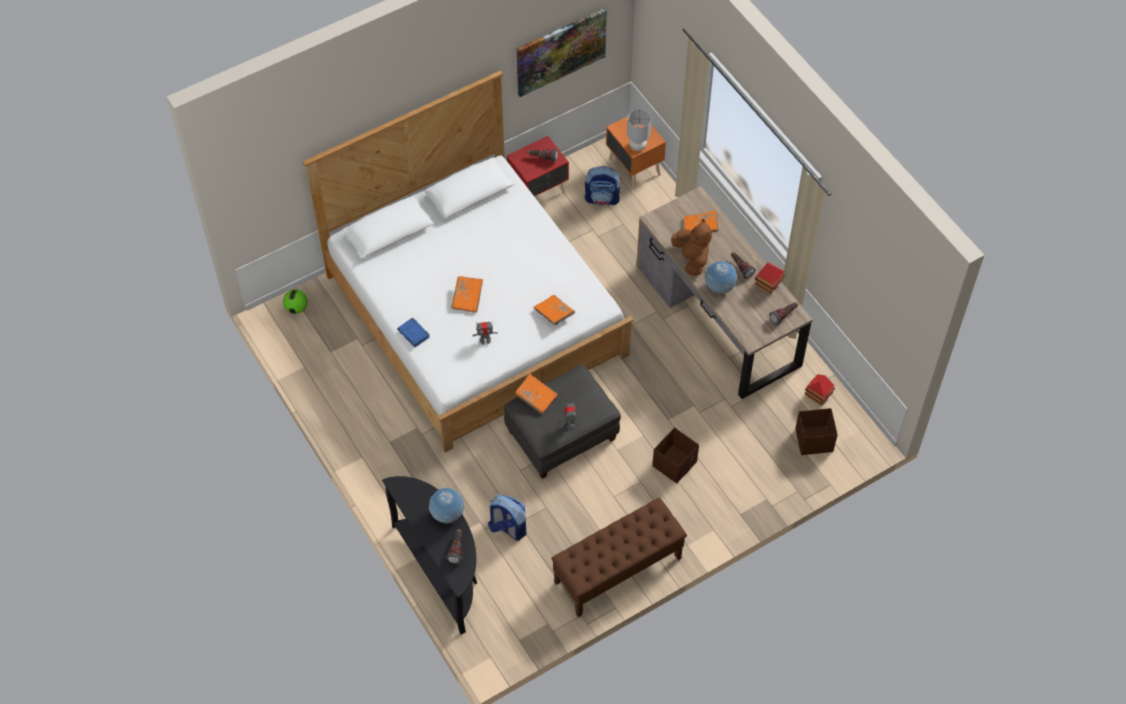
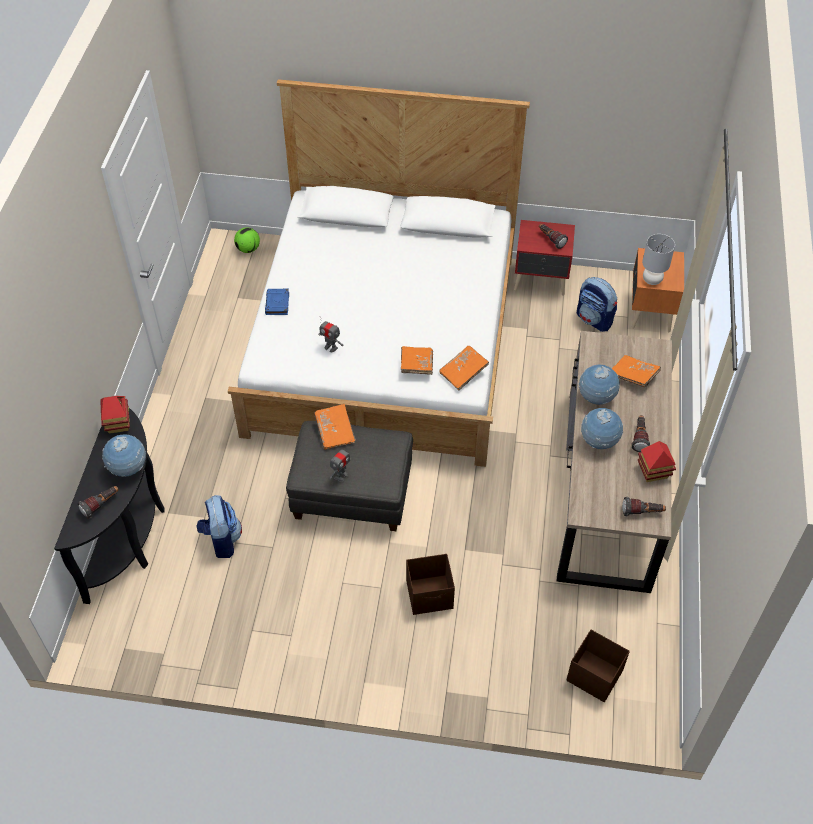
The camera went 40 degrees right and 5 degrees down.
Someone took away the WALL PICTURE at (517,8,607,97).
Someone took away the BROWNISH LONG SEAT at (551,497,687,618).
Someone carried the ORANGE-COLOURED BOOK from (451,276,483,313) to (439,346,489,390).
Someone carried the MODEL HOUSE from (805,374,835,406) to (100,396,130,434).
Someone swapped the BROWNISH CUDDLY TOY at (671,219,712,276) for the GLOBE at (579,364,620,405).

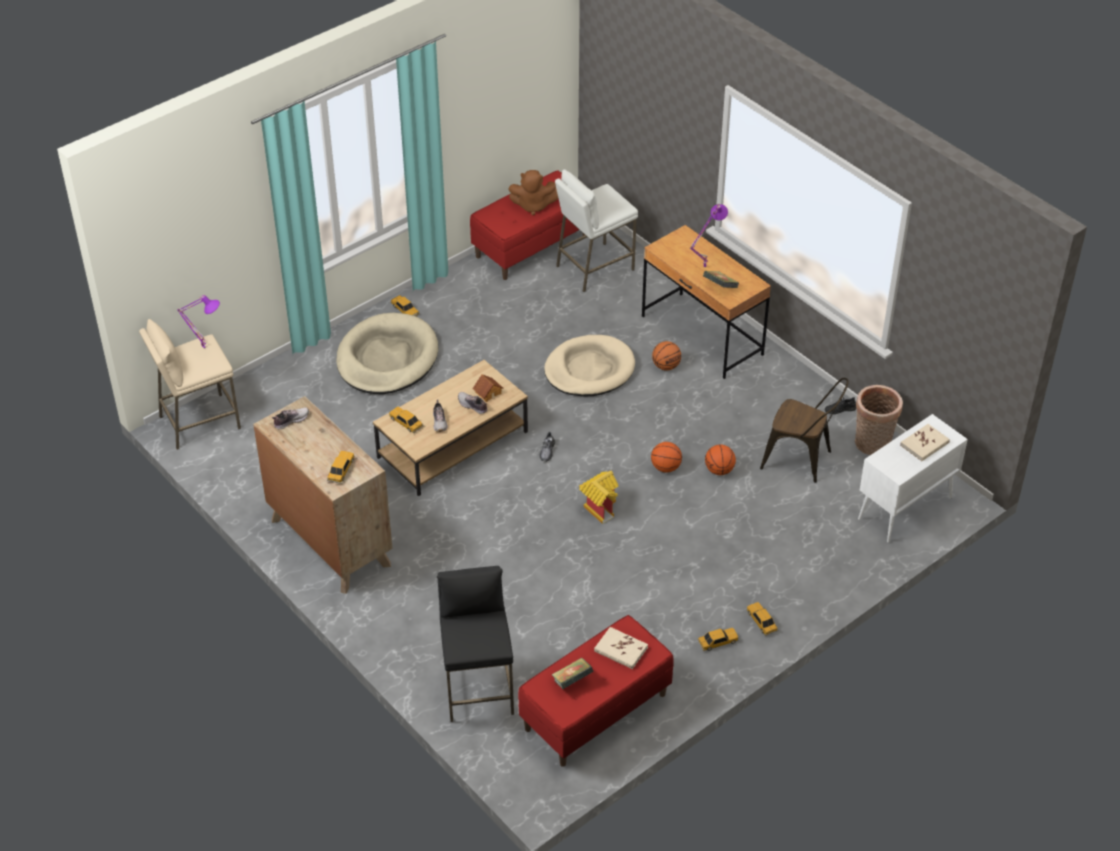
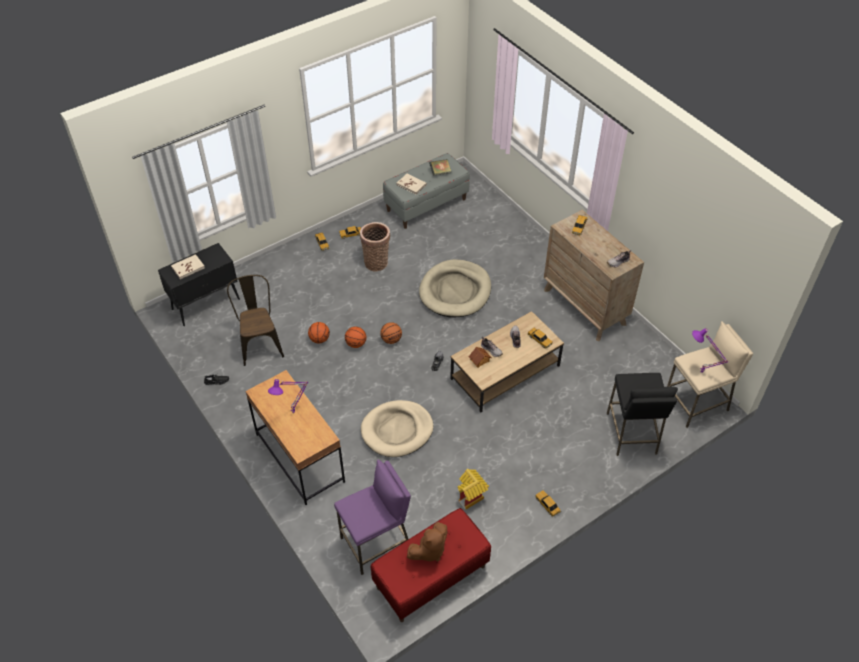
The camera went 175 degrees left and 5 degrees up.
Someone took away the BOOK at (703,271,739,288).
Someone carried the BEIGE-COLOURED DOG CUSHION from (336,313,438,394) to (419,259,491,317).
Someone carried the BLACKISH STOOL SEAT from (437,566,514,722) to (607,373,678,456).
Someone carried the MODEL HOUSE from (579,471,618,524) to (458,469,489,510).
Someone carried the BASKETBALL from (652,341,681,371) to (380,322,402,344).
Someone carried the STORAGE BASKET from (855,385,903,455) to (360,222,390,272).
Someone repainted the RED-COLOURED LONG SEAT at (518,615,674,767), which became the GREY LONG SEAT at (383,153,470,229).
Someone repainted the WHITISH STOOL SEAT at (555,169,638,292), which became the PURPLISH STOOL SEAT at (334,460,411,575).
Someone repainted the WHITISH CABINET at (858,414,968,543), which became the BLACKISH CABINET at (158,243,240,326).
Someone rotated the BROWNISH CUDDLY TOY at (508,170,558,215) by 135 degrees clockwise.
Someone rotated the BROWNISH UPRIGHT CHAIR at (760,378,849,483) by 45 degrees clockwise.

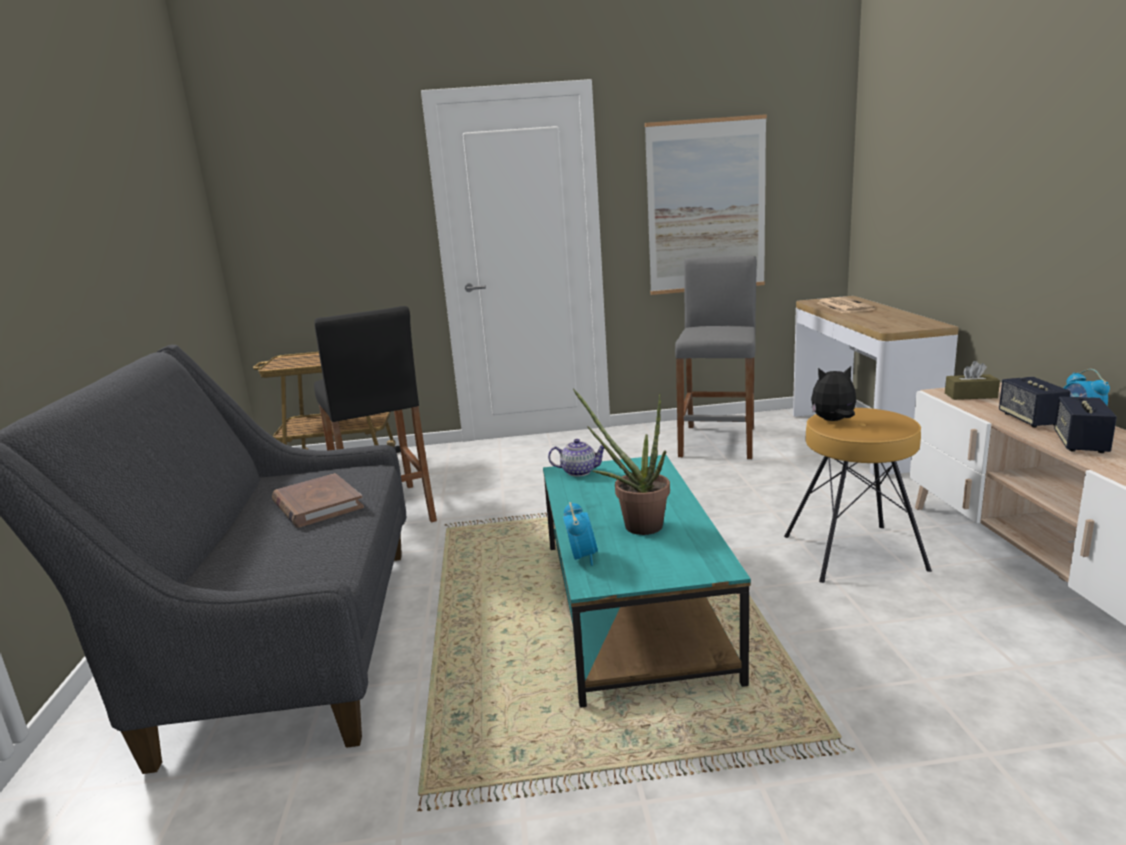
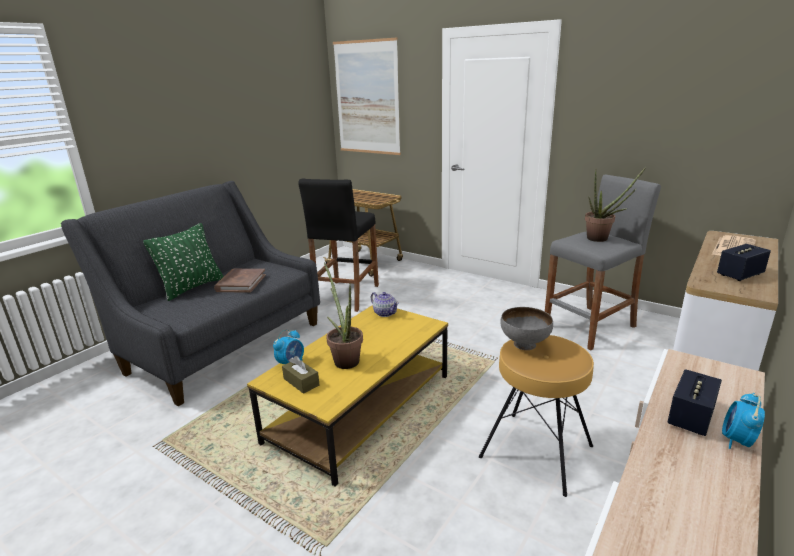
The camera went 40 degrees right and 5 degrees up.
Someone put down the GREEN THROW PILLOW at (143,223,224,301).
Someone put down the PLANT IN A POT at (585,167,646,242).
Someone carried the WALL PICTURE from (645,114,767,295) to (333,38,401,155).
Someone carried the BROWNISH BOX OF TISSUES from (945,361,1000,400) to (282,356,320,394).
Someone carried the SPEAKER from (1054,396,1117,453) to (717,244,771,281).
Someone swapped the CUDDLY TOY at (811,366,856,421) for the GREY BOWL at (500,307,553,350).
Someone repainted the TURQUOISE-COLOURED LOUNGE TABLE at (543,455,751,708), which became the YELLOWISH LOUNGE TABLE at (247,305,448,486).

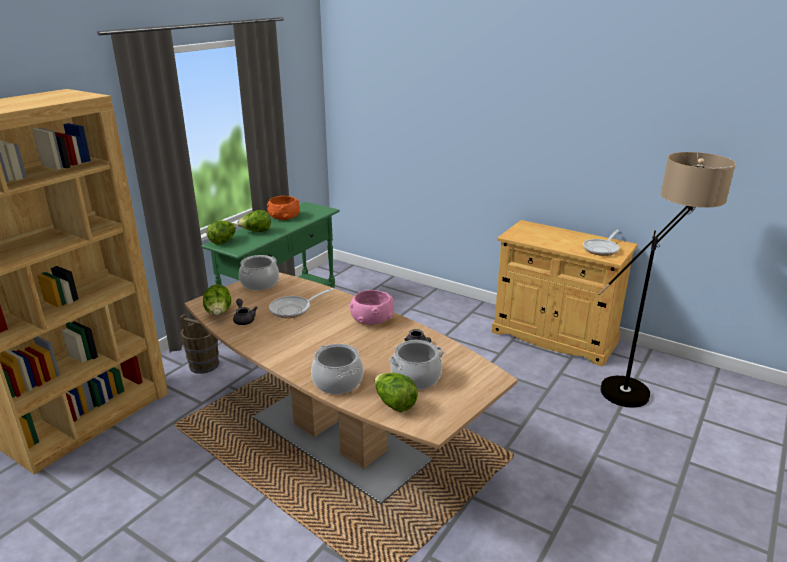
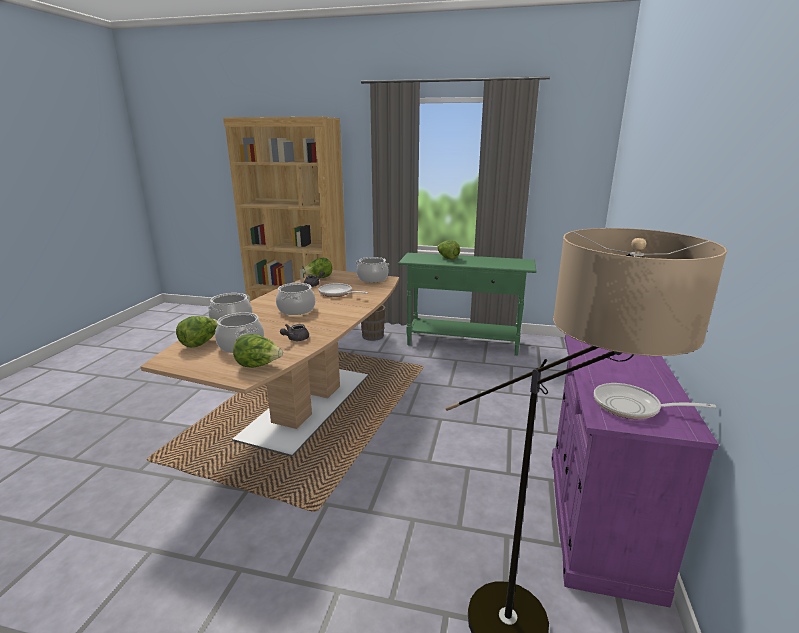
The camera went 70 degrees right and 5 degrees down.
Someone took away the ORANGE-COLOURED BOWL at (267,196,300,220).
Someone took away the PINKISH BOWL at (350,290,394,325).
Someone put down the SAUCEPOT at (276,283,316,315).
Someone carried the LETTUCE HEAD from (206,220,236,244) to (233,334,283,368).
Someone repainted the BEIGE-COLOURED CABINET at (492,220,638,366), which became the PURPLISH CABINET at (551,335,719,607).

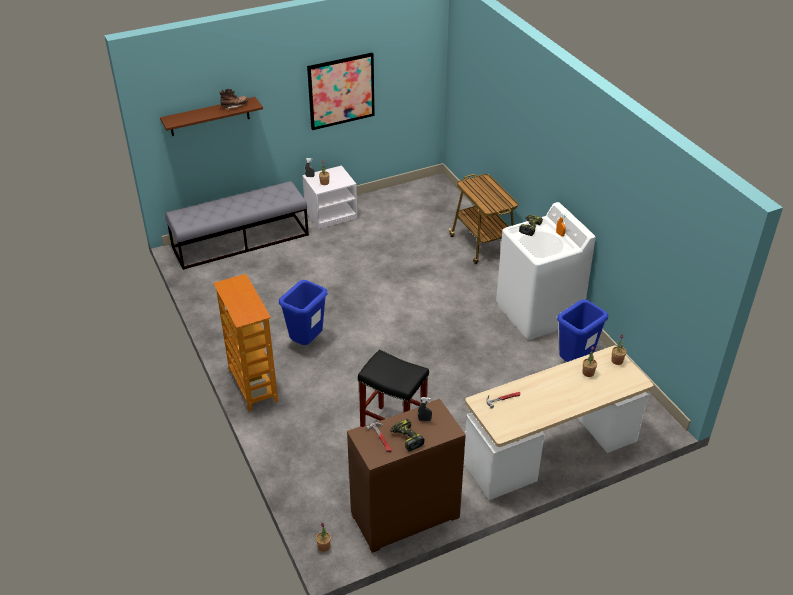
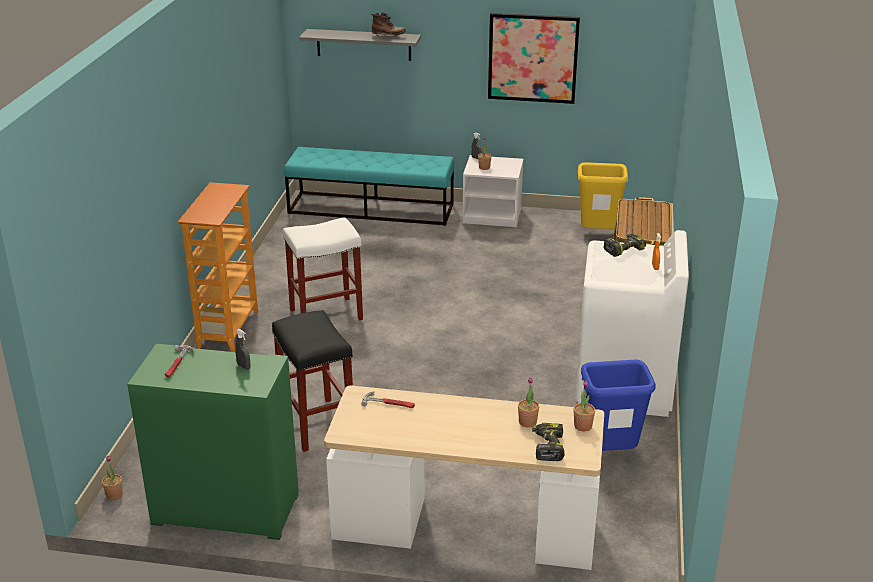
The camera went 35 degrees right and 10 degrees down.
Someone put down the YELLOWISH TRASH CAN at (578,162,628,229).
Someone carried the POWER DRILL from (390,419,425,451) to (532,423,565,461).
Someone swapped the BLUE TRASH CAN at (279,280,327,345) for the WHITISH STOOL SEAT at (283,217,363,320).
Someone repainted the BROWNISH SHELF at (160,97,263,136), which became the GREY SHELF at (299,29,421,61).
Someone repainted the GREY LONG SEAT at (165,181,309,270), which became the TURQUOISE-COLOURED LONG SEAT at (284,147,455,226).
Someone repainted the BROWNISH CABINET at (347,399,466,553), which became the GREEN CABINET at (127,344,299,540).

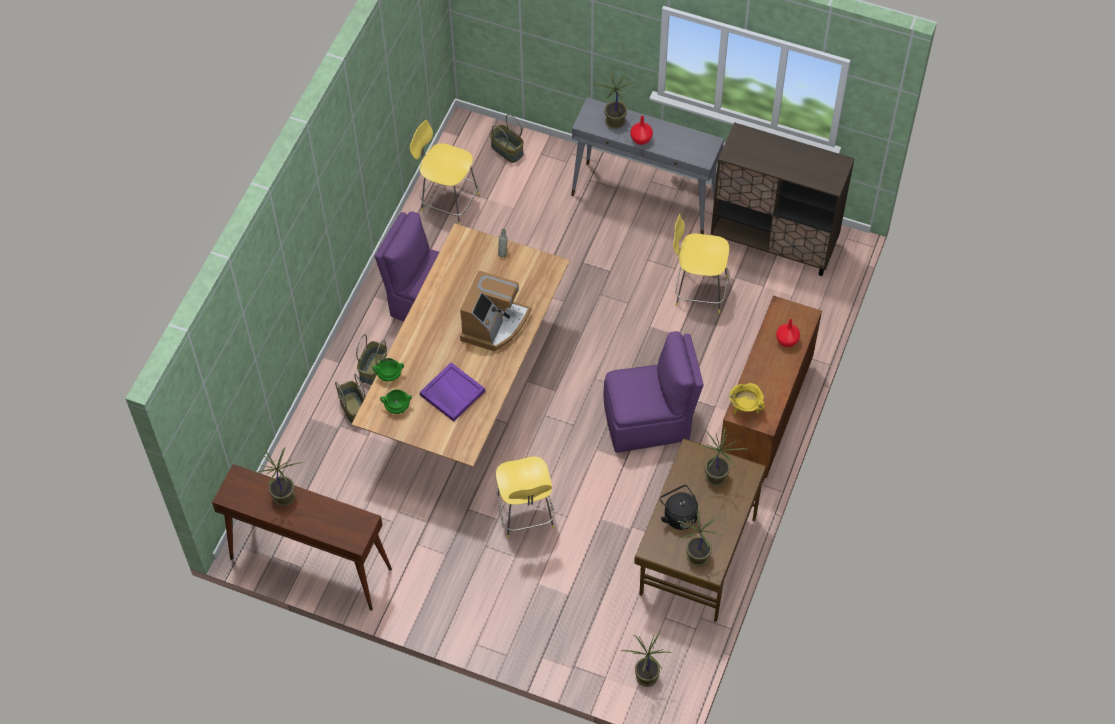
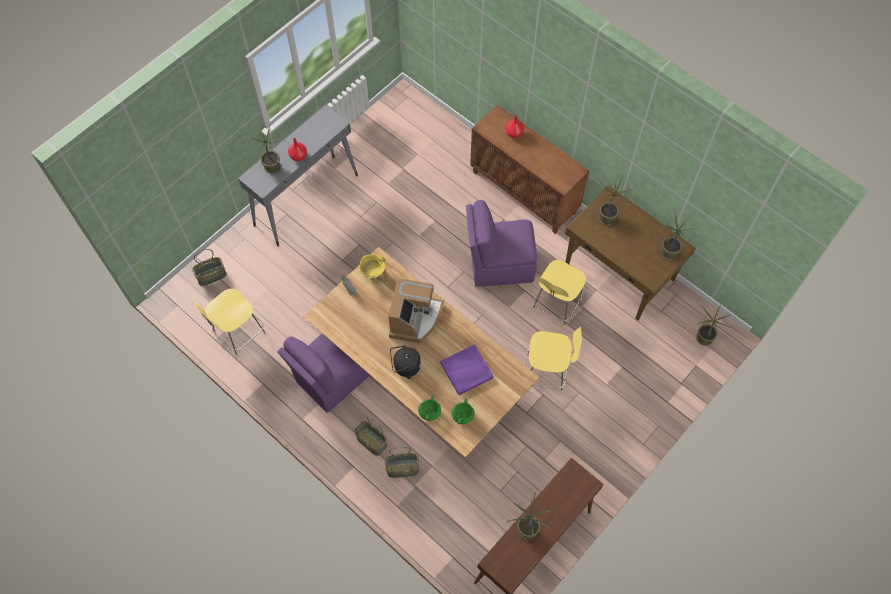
The camera went 70 degrees left and 5 degrees up.
Someone took away the BROWNISH CABINET at (711,122,855,276).
Someone carried the BLACKISH TEA KETTLE from (660,485,698,530) to (390,345,421,379).
Someone carried the YELLOWISH STOOL SEAT from (673,214,730,313) to (532,260,586,328).
Someone carried the YELLOWISH SAUCEPOT from (729,383,765,414) to (359,254,385,284).
Someone rotated the COFFEE MACHINE at (460,271,532,351) by 60 degrees clockwise.
Someone rotated the PURPLISH UPRIGHT CHAIR at (604,331,704,453) by 105 degrees counterclockwise.

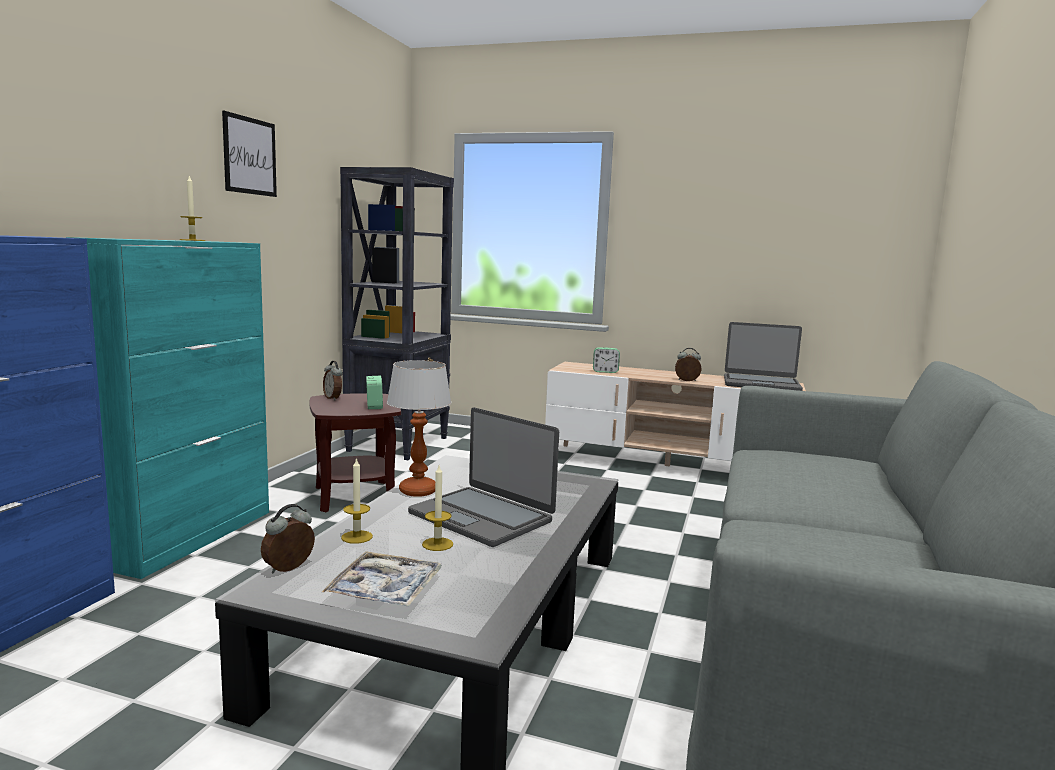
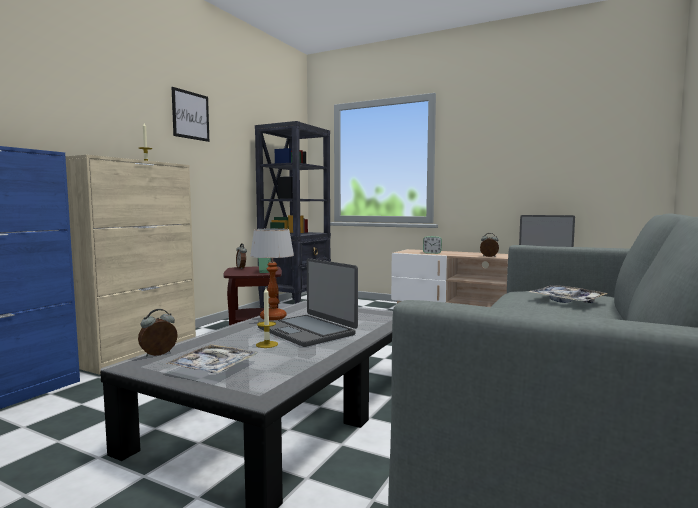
The camera went 10 degrees right and 5 degrees down.
Someone took away the WAX CANDLE at (341,458,373,544).
Someone put down the TRAY at (529,285,608,303).
Someone repainted the TURQUOISE-COLOURED CABINET at (66,237,269,579), which became the BEIGE-COLOURED CABINET at (65,155,196,375).

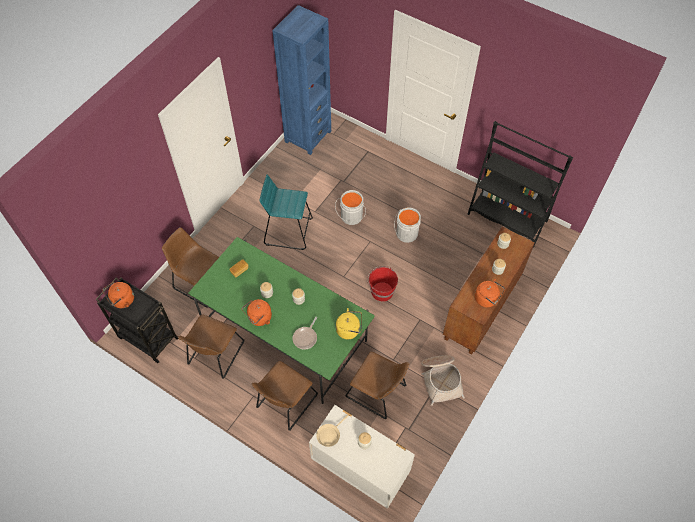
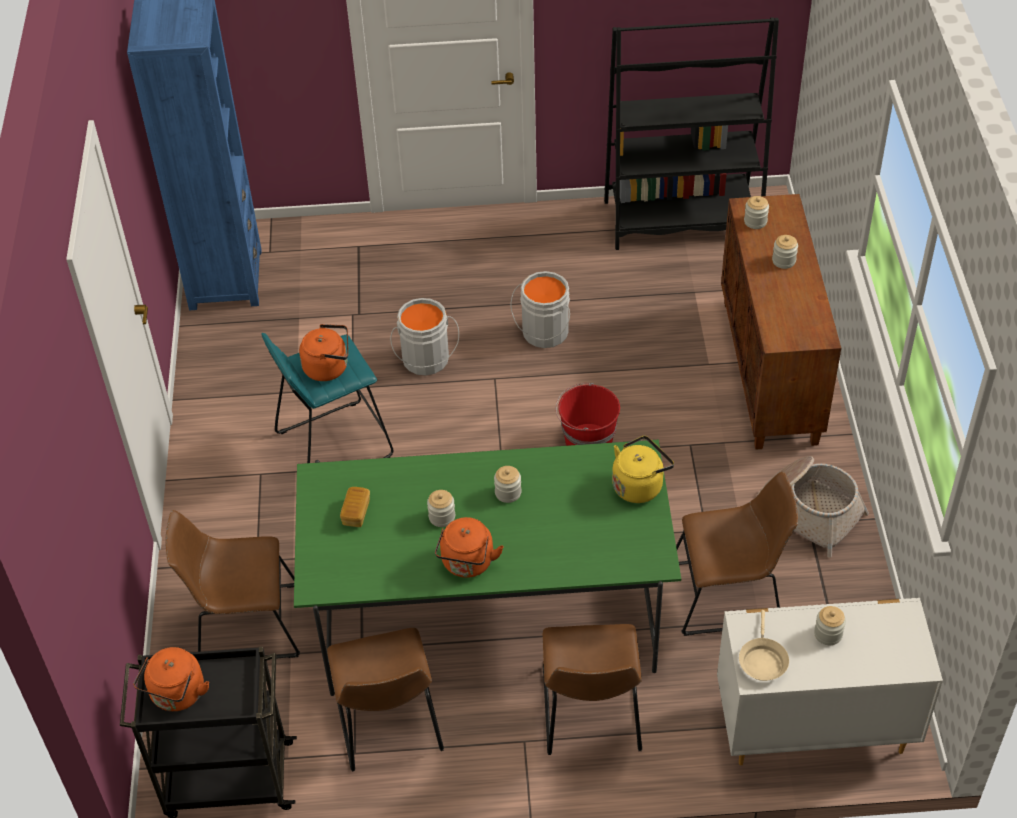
The camera went 35 degrees left and 10 degrees down.
Someone took away the SKILLET at (293,317,317,350).
Someone carried the ORANGE-COLOURED TEA KETTLE from (475,279,505,307) to (299,324,348,381).

